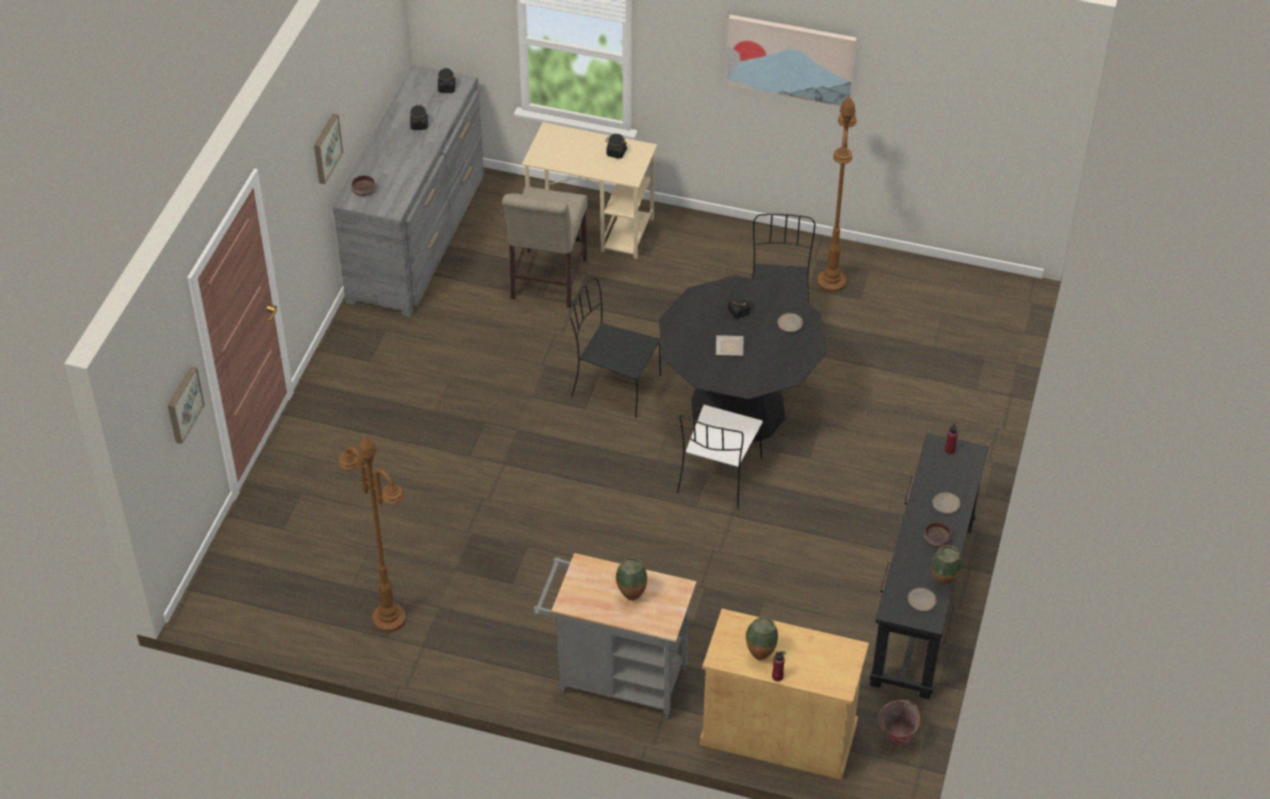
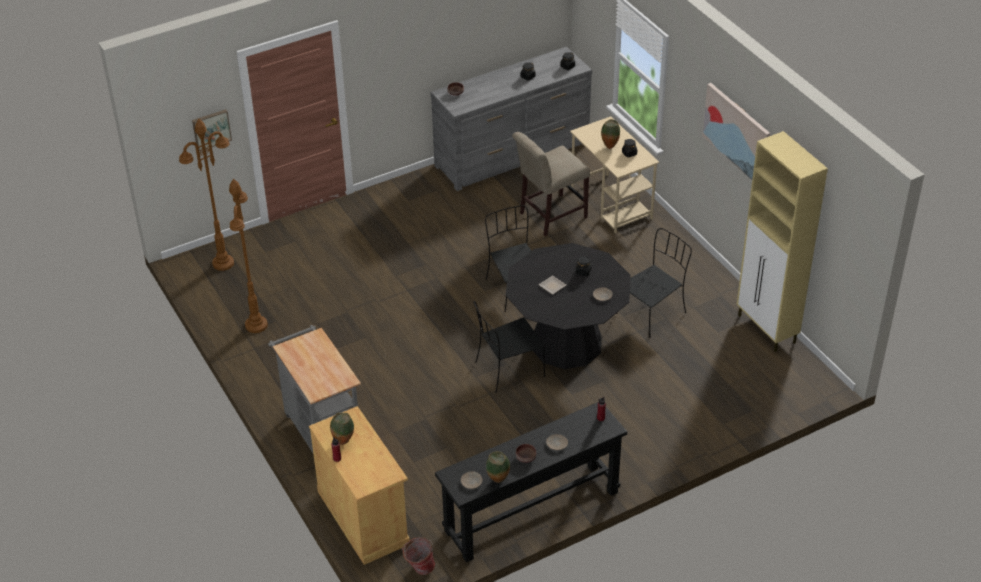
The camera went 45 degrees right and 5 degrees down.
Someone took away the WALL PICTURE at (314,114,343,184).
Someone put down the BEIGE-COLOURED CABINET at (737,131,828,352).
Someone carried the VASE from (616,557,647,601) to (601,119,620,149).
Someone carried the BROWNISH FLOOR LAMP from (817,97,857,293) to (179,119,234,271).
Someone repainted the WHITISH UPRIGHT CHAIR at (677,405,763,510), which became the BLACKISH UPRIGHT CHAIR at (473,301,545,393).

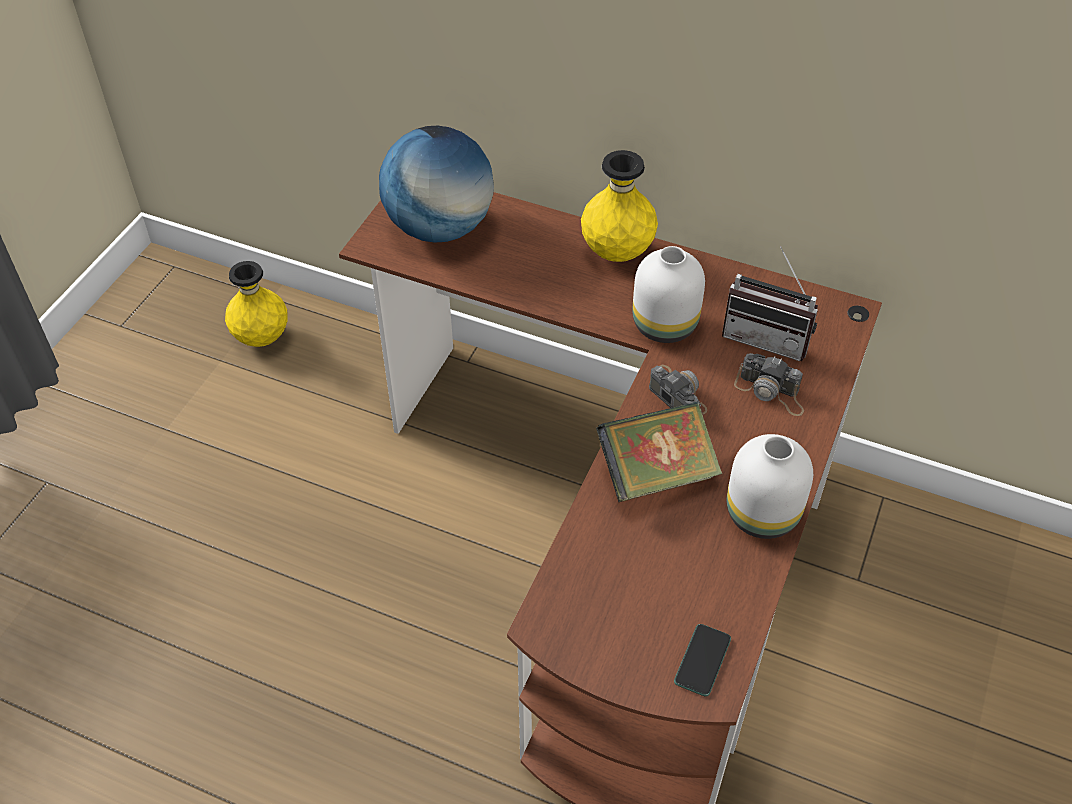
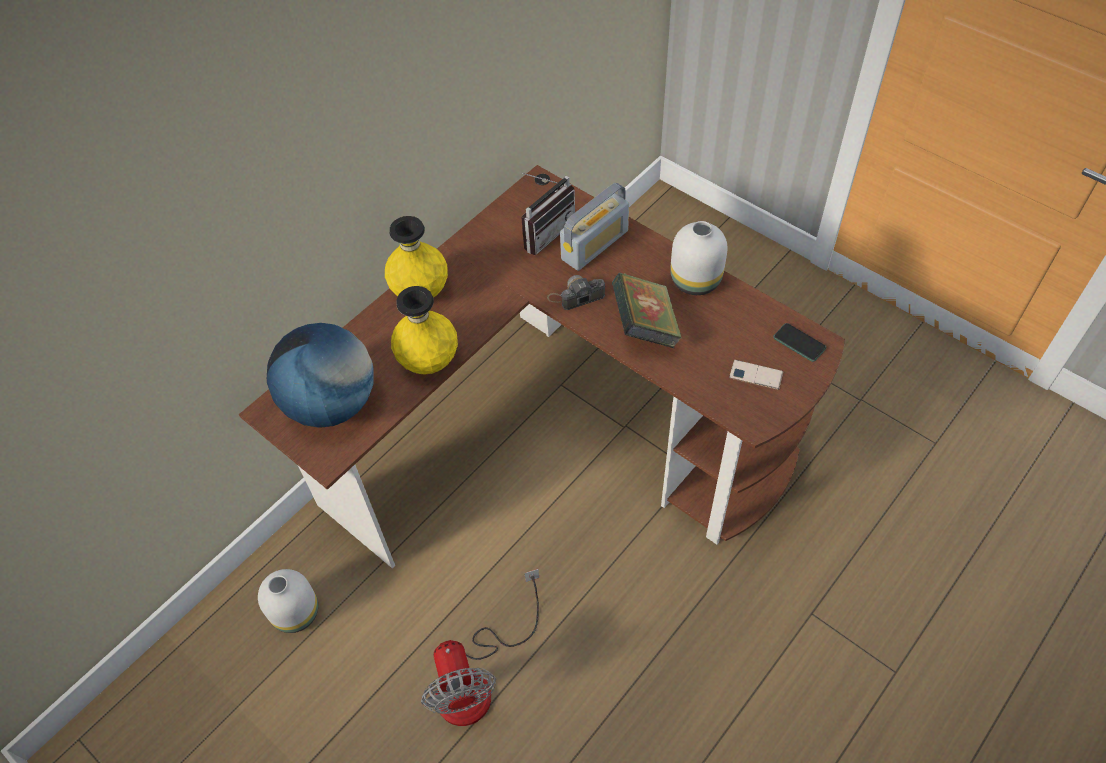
The camera went 70 degrees left and 5 degrees up.
Someone put down the ELECTRIC FAN at (421,569,539,726).
Someone put down the HANDSET at (729,360,783,390).
Someone carried the YELLOWISH VASE from (225,261,288,347) to (391,286,458,375).
Someone carried the WHITISH VASE from (632,246,705,343) to (258,569,318,633).
Someone swapped the STILL CAMERA at (734,353,804,416) for the RADIO RECEIVER at (560,183,629,271).

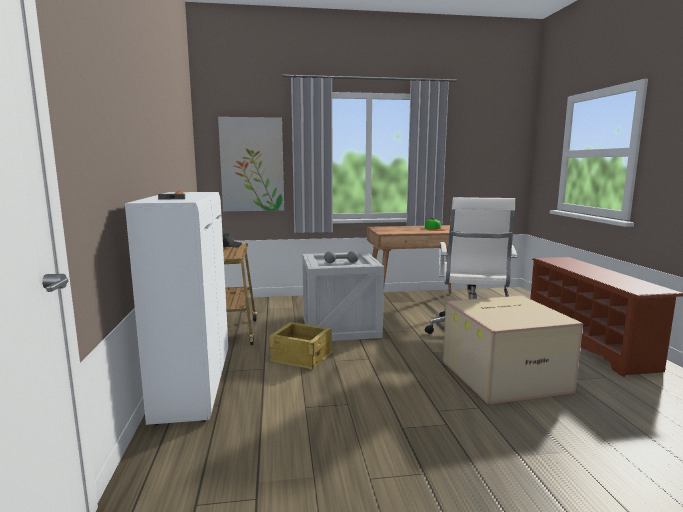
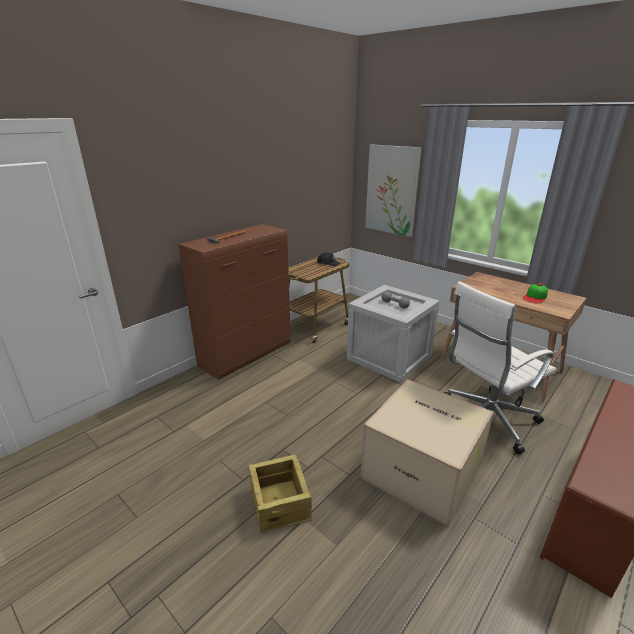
The camera went 50 degrees right and 15 degrees up.
Someone carried the CRATE from (269,322,332,370) to (249,455,312,533).
Someone repainted the WHITISH CABINET at (125,192,228,426), which became the BROWNISH CABINET at (179,224,291,380).

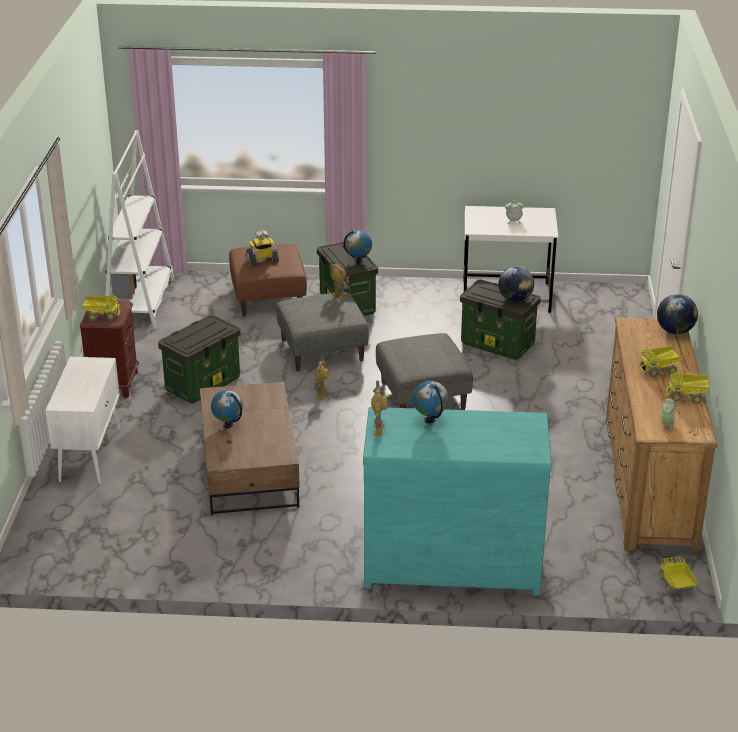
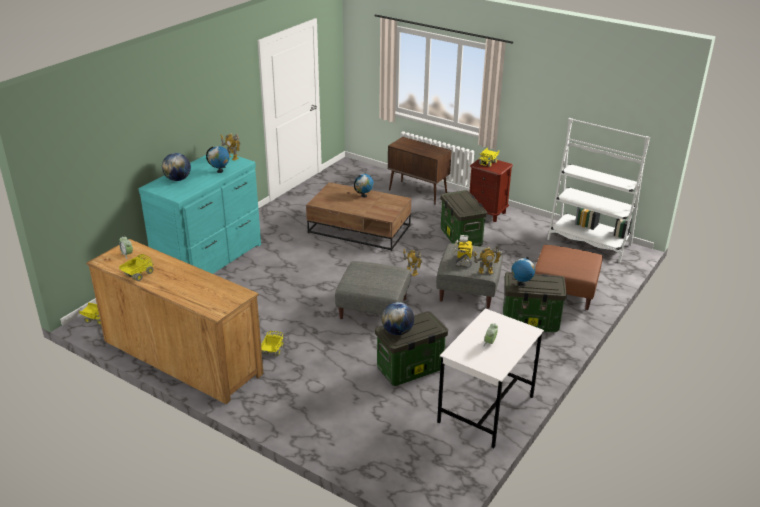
The camera went 120 degrees right and 0 degrees up.
Someone carried the MODEL ROBOT from (246,230,279,266) to (453,235,474,268).
Someone carried the MODEL TRUCK from (639,345,683,377) to (261,331,284,356).
Someone carried the GLOBE from (657,294,698,334) to (162,153,191,181).
Someone repainted the WHITISH CABINET at (45,357,121,484), which became the BROWNISH CABINET at (388,137,452,205).

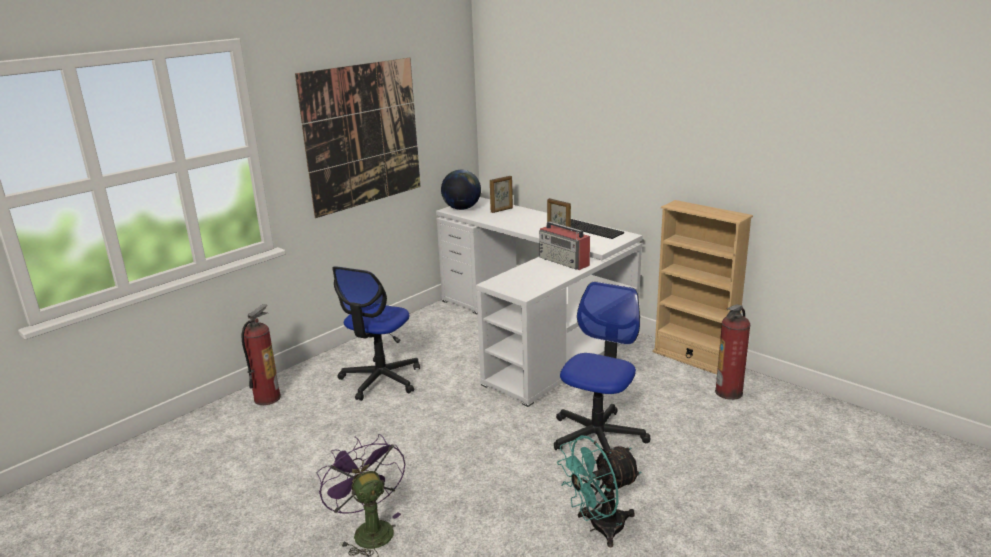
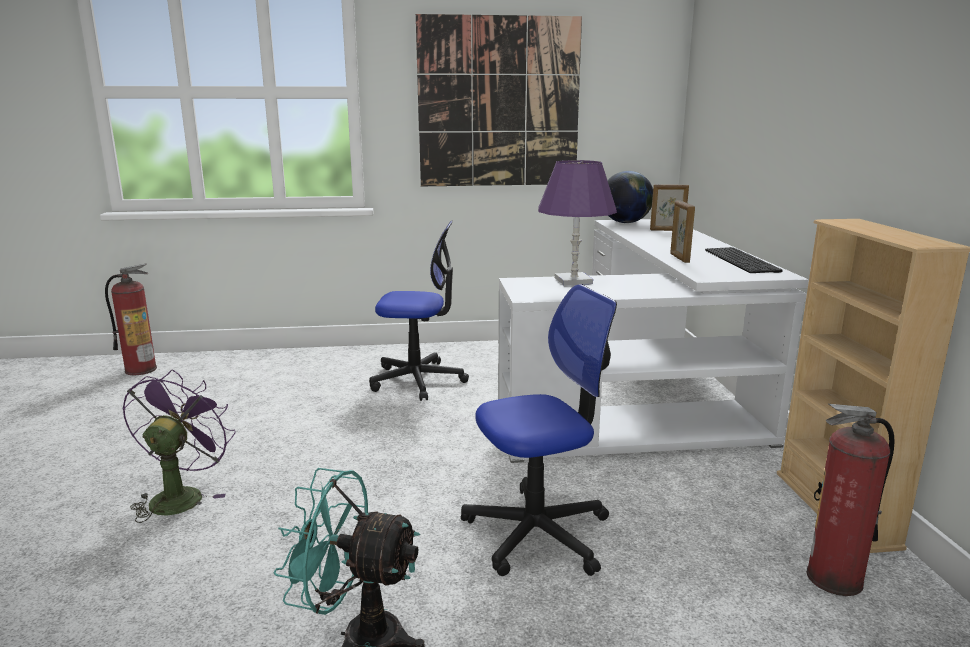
The camera went 40 degrees right and 5 degrees down.
Someone took away the RADIO RECEIVER at (539,221,590,270).
Someone put down the PURPLISH LAMP FOR A TABLE at (538,160,617,285).
Someone carried the FIRE EXTINGUISHER from (242,304,281,405) to (105,263,157,375).
Someone rotated the OFFICE CHAIR at (332,266,420,401) by 150 degrees counterclockwise.

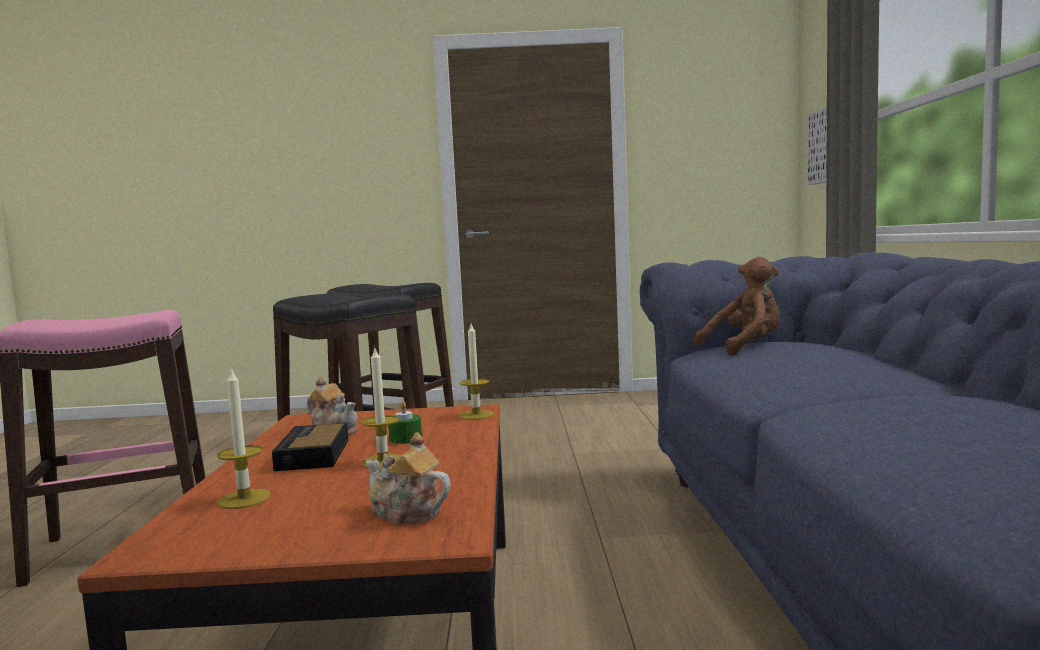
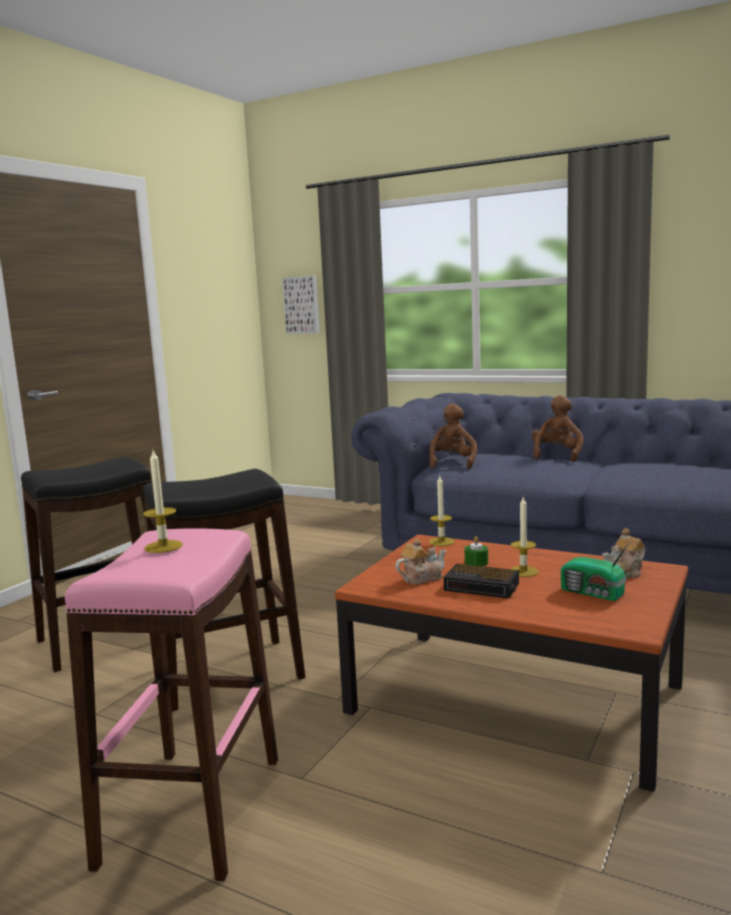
The camera went 60 degrees left and 5 degrees up.
Someone put down the BROWNISH CUDDLY TOY at (532,395,584,462).
Someone put down the RADIO RECEIVER at (561,539,631,601).
Someone carried the WAX CANDLE from (217,367,271,509) to (144,450,183,553).

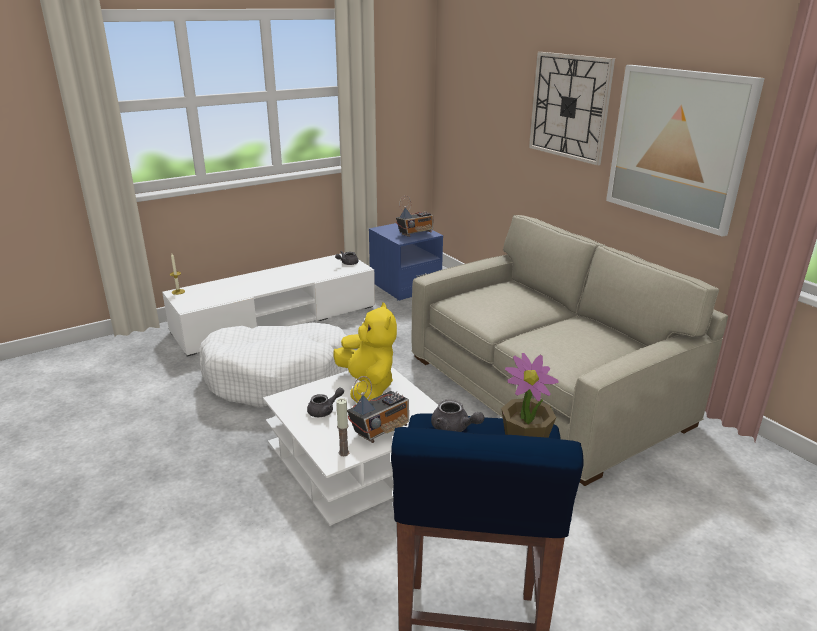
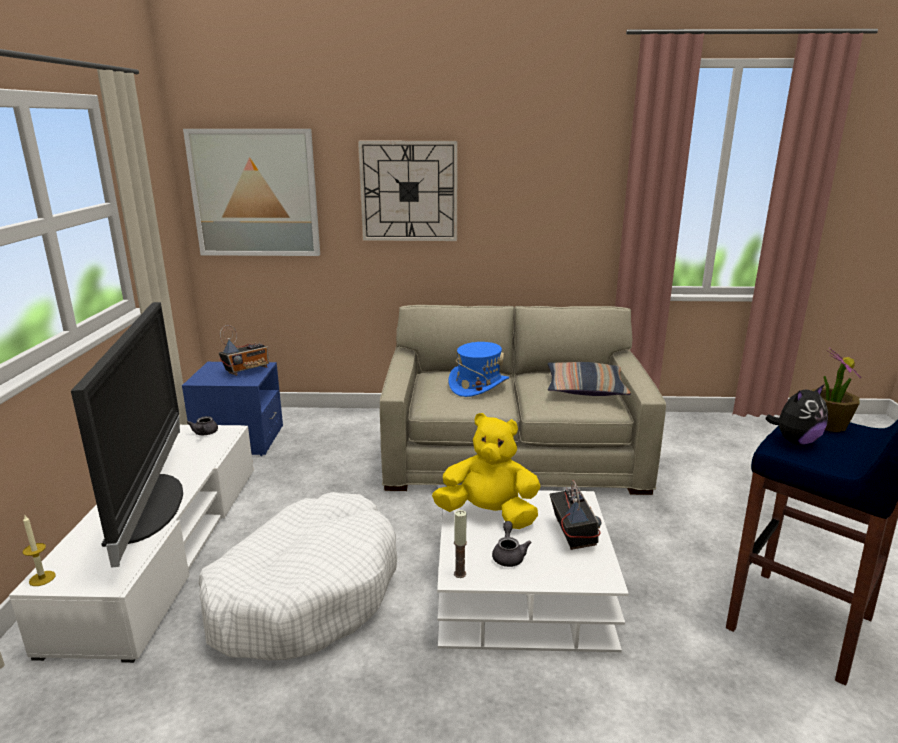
The camera went 55 degrees left and 5 degrees down.
Someone put down the TV at (71,302,183,568).
Someone put down the BLUE HAT at (449,342,509,397).
Someone put down the THROW PILLOW at (548,362,631,396).
Someone carried the WAX CANDLE from (336,398,349,456) to (454,510,467,578).
Someone carried the WALL PICTURE from (606,65,765,237) to (183,129,320,256).
Someone swapped the GREY POT FOR TEA at (431,399,484,432) for the CUDDLY TOY at (765,385,828,445).
Someone rotated the RADIO RECEIVER at (396,196,434,237) by 45 degrees clockwise.

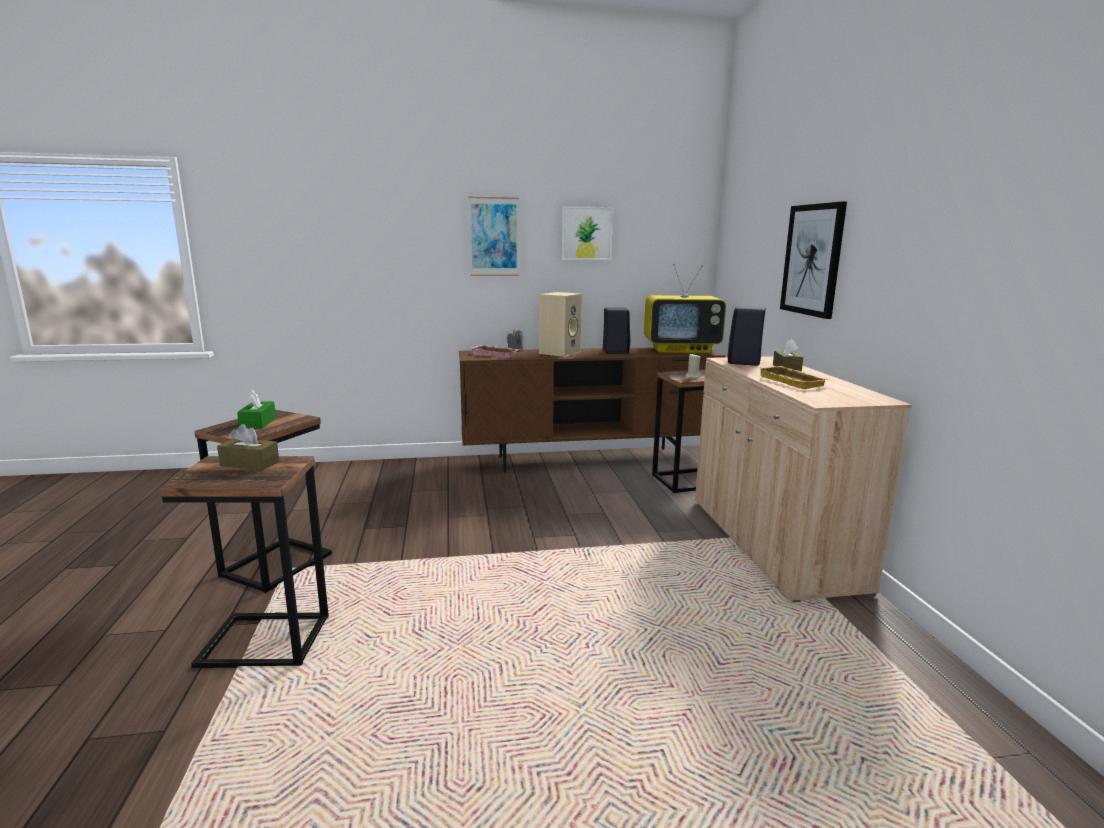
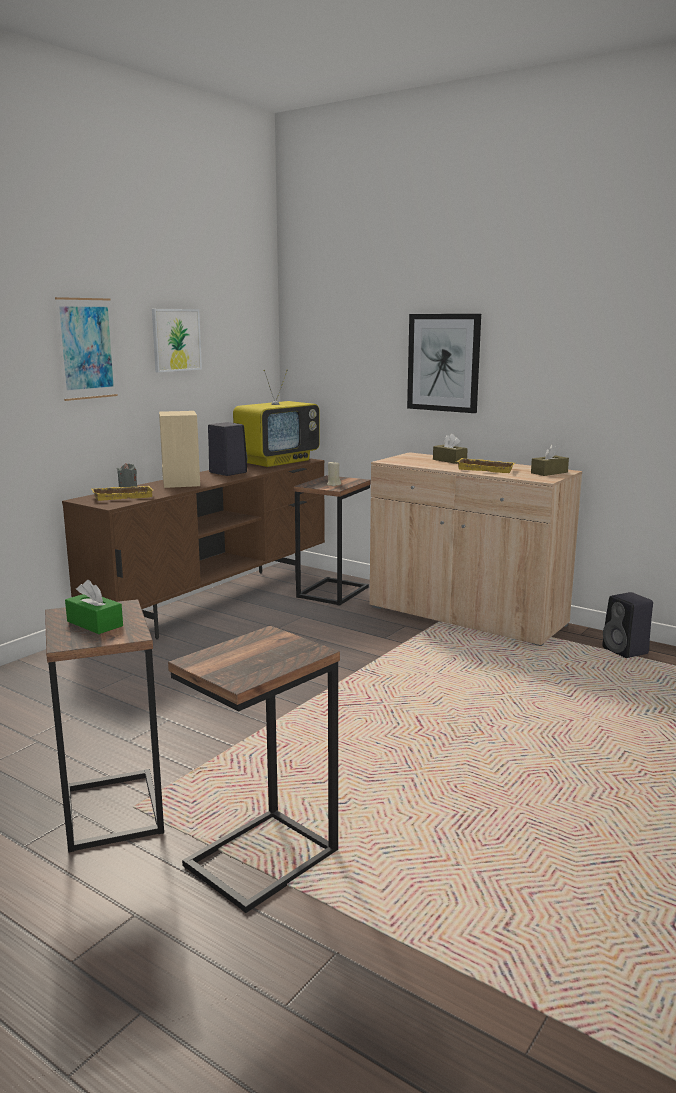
The camera went 45 degrees left and 0 degrees up.
Someone carried the BROWNISH BOX OF TISSUES from (217,424,279,470) to (531,444,569,476).
Someone carried the BLACKISH SPEAKER from (728,306,766,366) to (602,592,653,658).
Someone repainted the PINKISH TRAY at (470,345,520,358), which became the YELLOWISH TRAY at (91,486,153,501).

